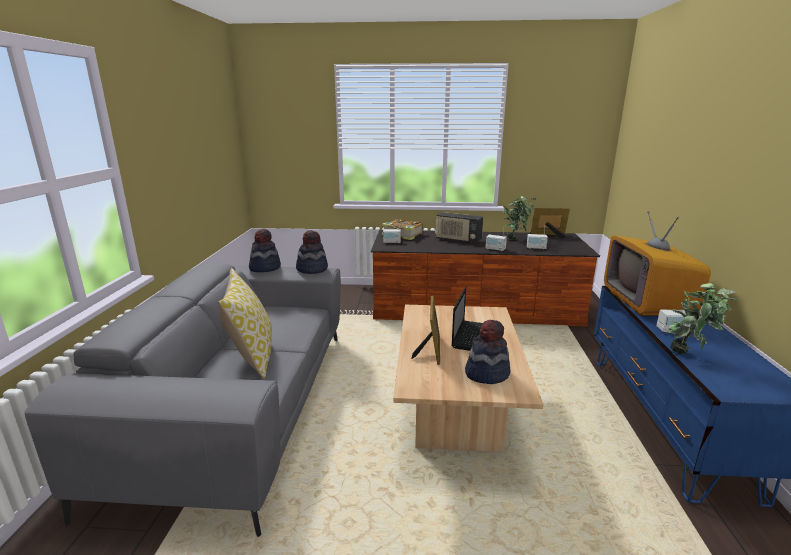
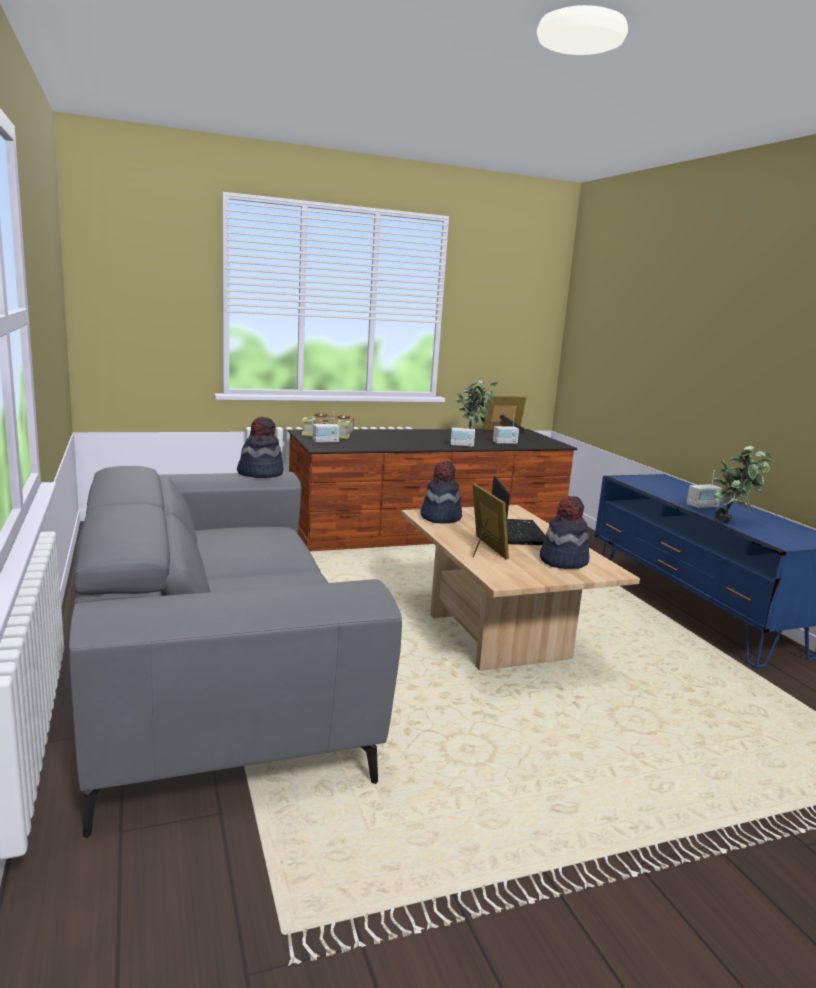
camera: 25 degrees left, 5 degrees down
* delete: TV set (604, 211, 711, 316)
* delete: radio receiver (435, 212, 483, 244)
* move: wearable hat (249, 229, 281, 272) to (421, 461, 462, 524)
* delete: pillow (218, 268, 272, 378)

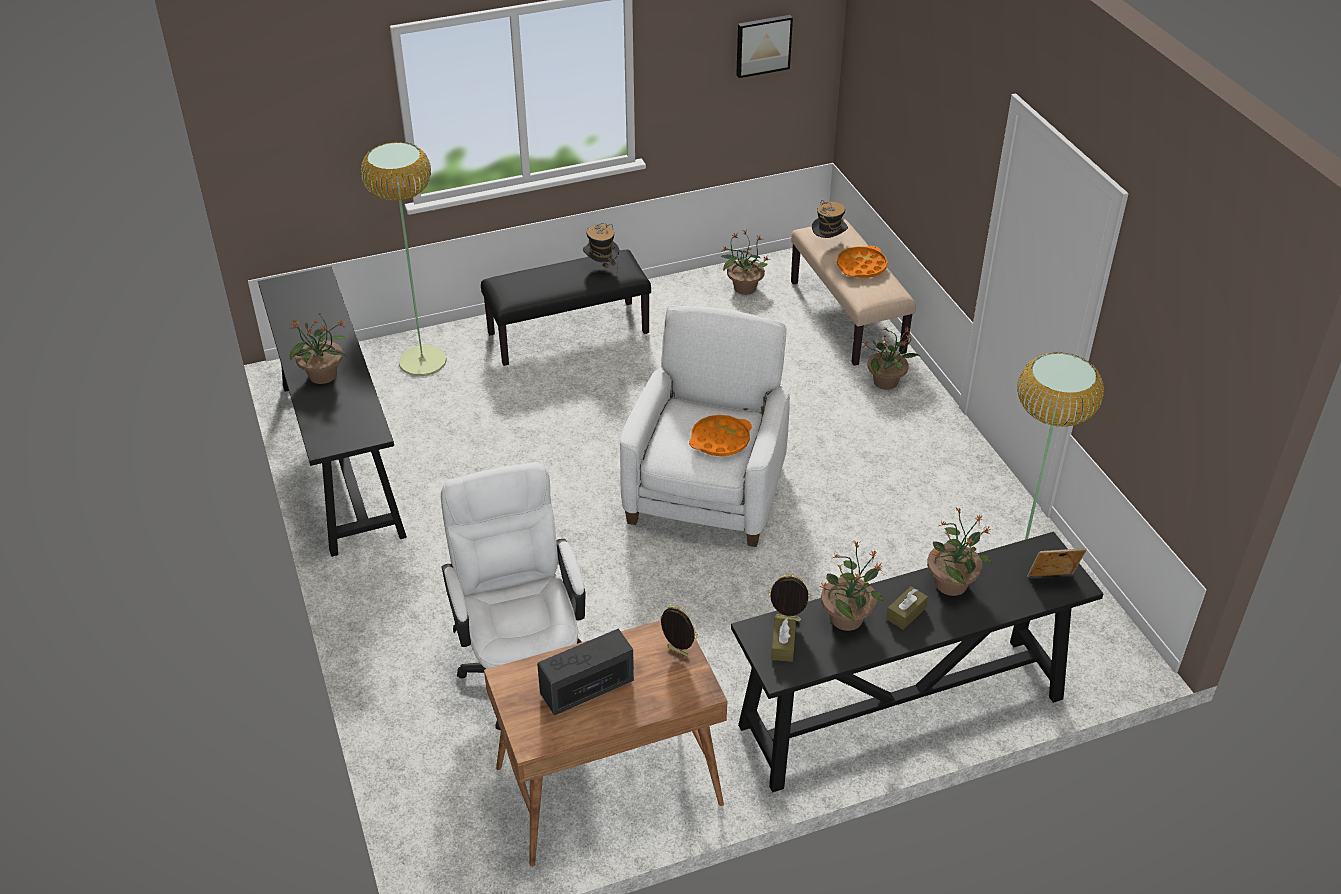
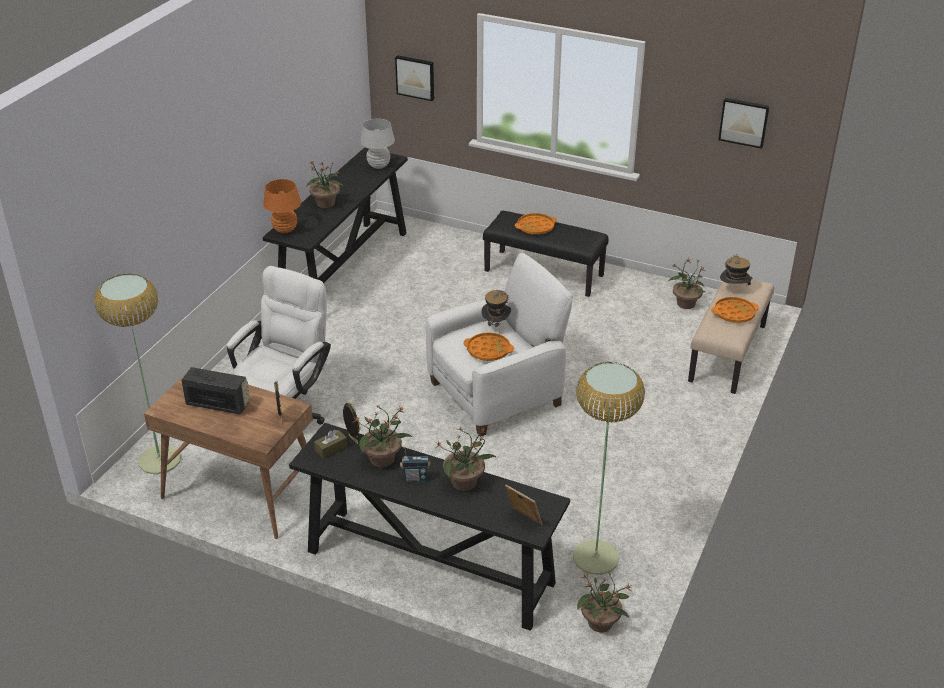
camera: 45 degrees right, 5 degrees down
* move: standard lamp (361, 141, 447, 376) to (94, 274, 181, 475)
* move: wearable hat (583, 223, 619, 268) to (481, 290, 511, 334)
* move: plant in a pot (862, 327, 920, 390) to (577, 572, 632, 633)
* replace: brown-coloured box of tissues (886, 586, 928, 630) to radio receiver (400, 447, 431, 482)
* insert: wall picture (395, 55, 434, 101)
* insert: white tabletop lamp (360, 119, 395, 169)
* insert: orange tabletop lamp (263, 179, 301, 233)
* insert: orange tray (515, 213, 557, 235)

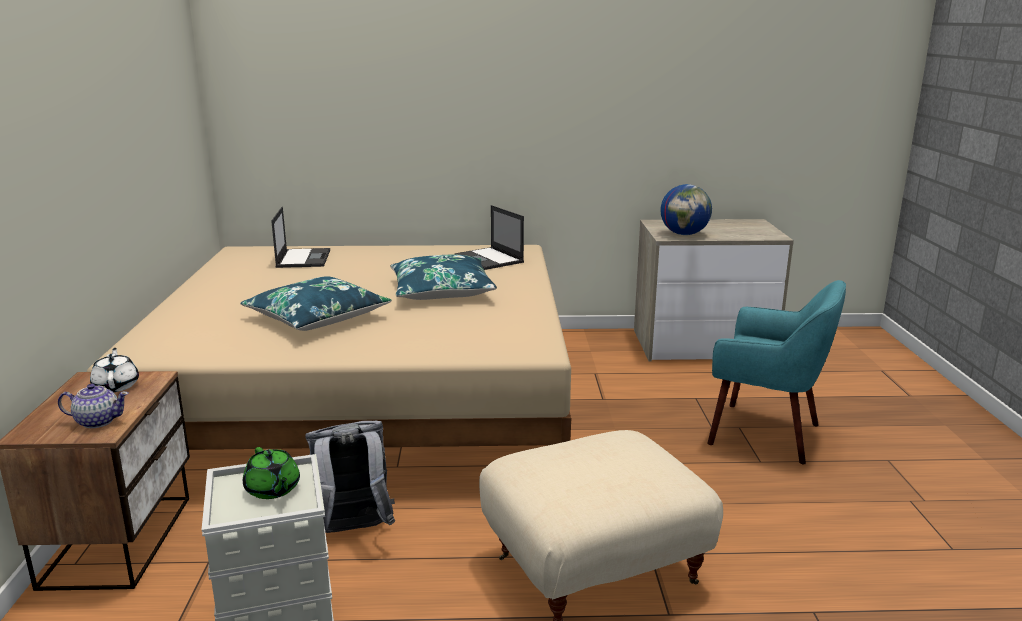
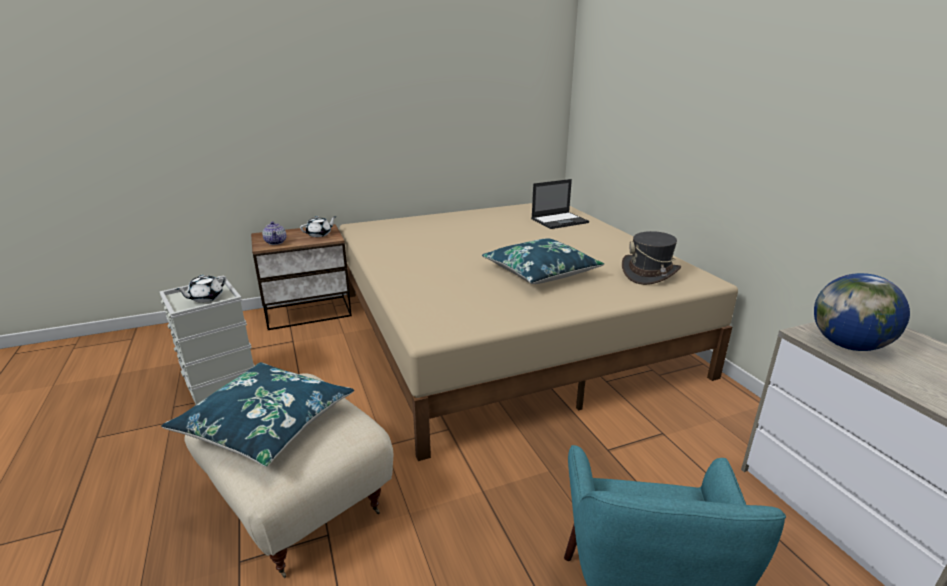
camera: 70 degrees right, 5 degrees up
* replace: laptop (454, 205, 524, 270) to grey wearable hat (622, 231, 681, 285)
* move: blue pillow (240, 276, 392, 331) to (161, 362, 354, 467)
* delete: grey knapsack (305, 421, 395, 533)
* recolor: green teapot (243, 447, 300, 499) to white teapot (175, 275, 226, 303)

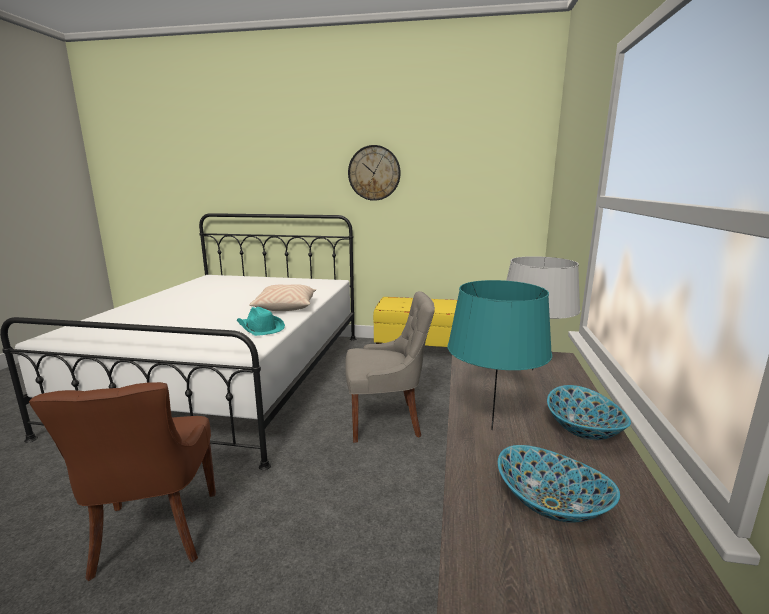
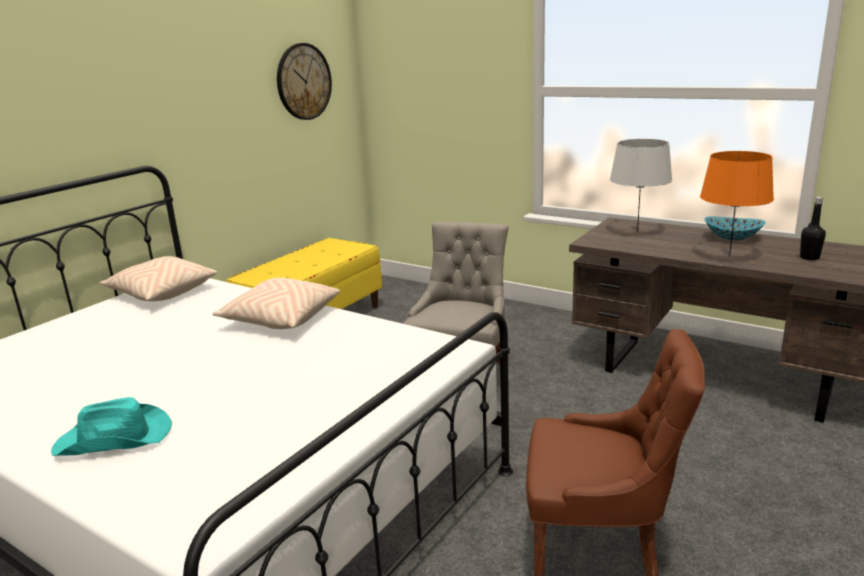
camera: 65 degrees left, 5 degrees up
* move: clock on the wall (348, 145, 401, 201) to (277, 43, 332, 120)
* recolor: turquoise-coloured tabletop lamp (447, 280, 552, 430) to orange tabletop lamp (700, 151, 774, 256)
* move: turquoise-coloured wearable hat (237, 307, 285, 336) to (51, 397, 172, 456)
* replace: deep dish (498, 445, 620, 523) to blackish drink bottle (800, 197, 826, 260)
* insert: sand-coloured pillow (99, 256, 217, 301)

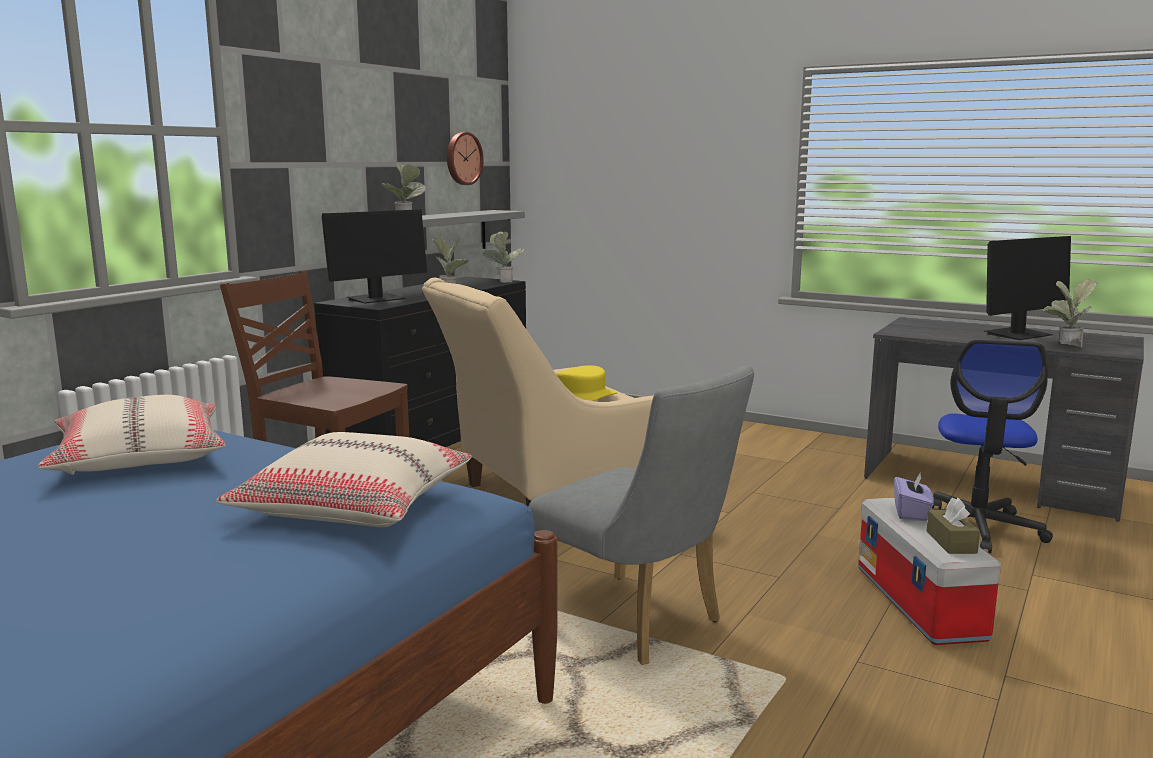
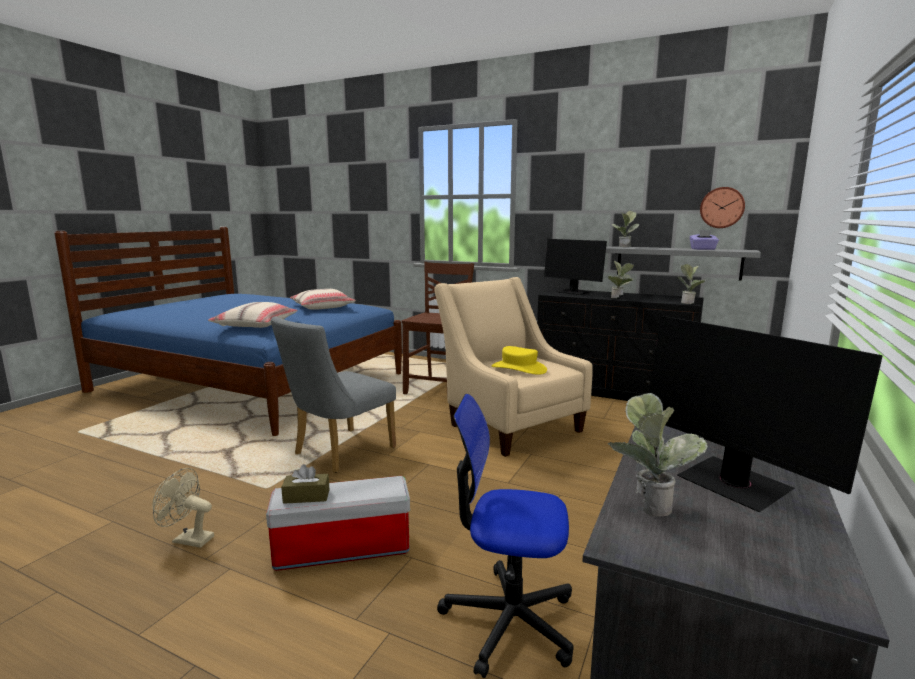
camera: 85 degrees right, 0 degrees up
* move: purplish box of tissues (894, 471, 934, 521) to (690, 230, 719, 250)
* insert: sand-coloured electric fan (152, 468, 214, 548)

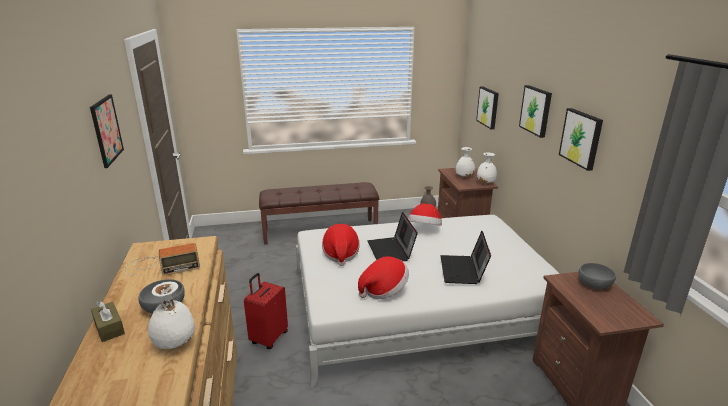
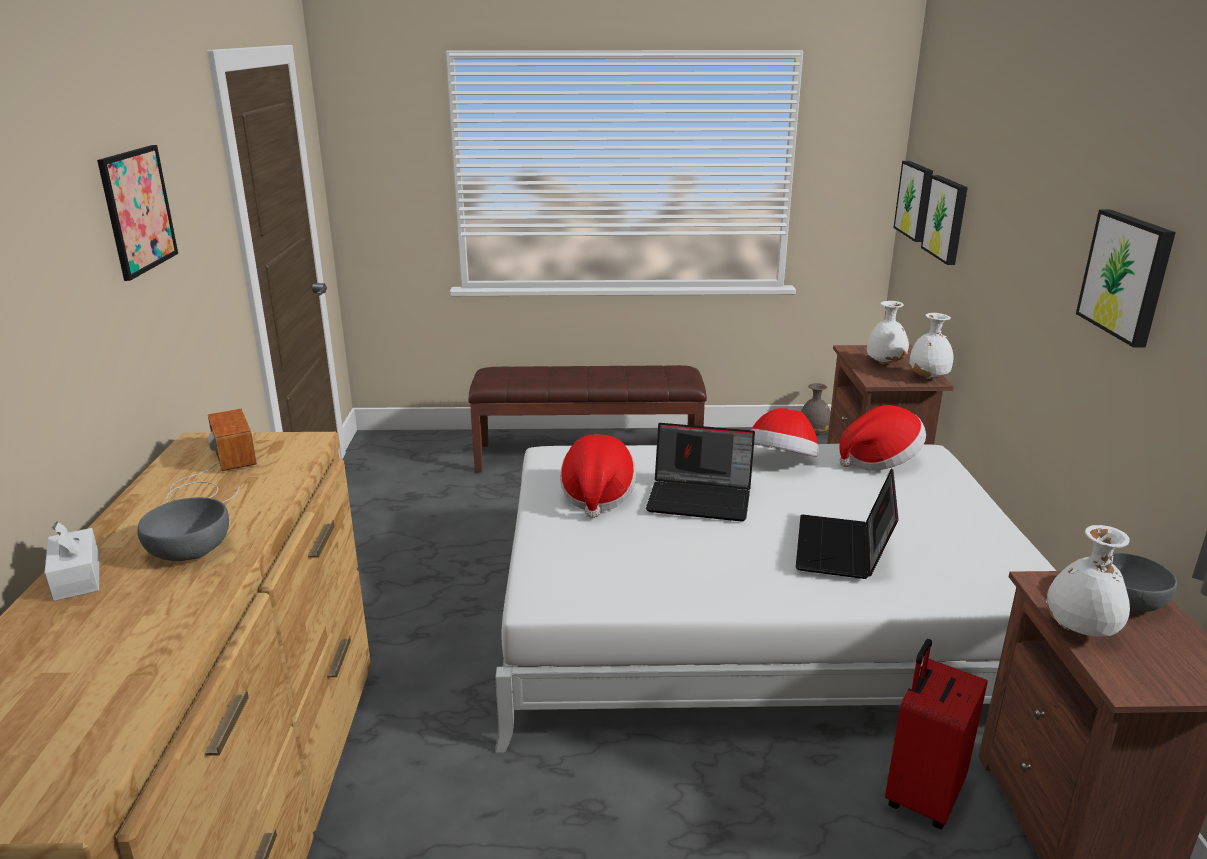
camera: 10 degrees right, 0 degrees up
* move: wall picture (519, 85, 552, 138) to (893, 161, 933, 242)
* rotate: laptop (367, 212, 418, 261) = (646, 423, 755, 522) 75 degrees counterclockwise
* rotate: radio receiver (125, 243, 200, 276) = (166, 409, 257, 503) 105 degrees counterclockwise
* move: wearable hat (358, 256, 409, 300) to (839, 405, 926, 471)
* move: red-coloured suitcase (244, 273, 288, 349) to (885, 639, 988, 829)
* move: white vase (148, 282, 195, 349) to (1045, 525, 1130, 637)
* recolor: brown-coloured box of tissues (91, 301, 125, 342) to white box of tissues (44, 522, 99, 601)

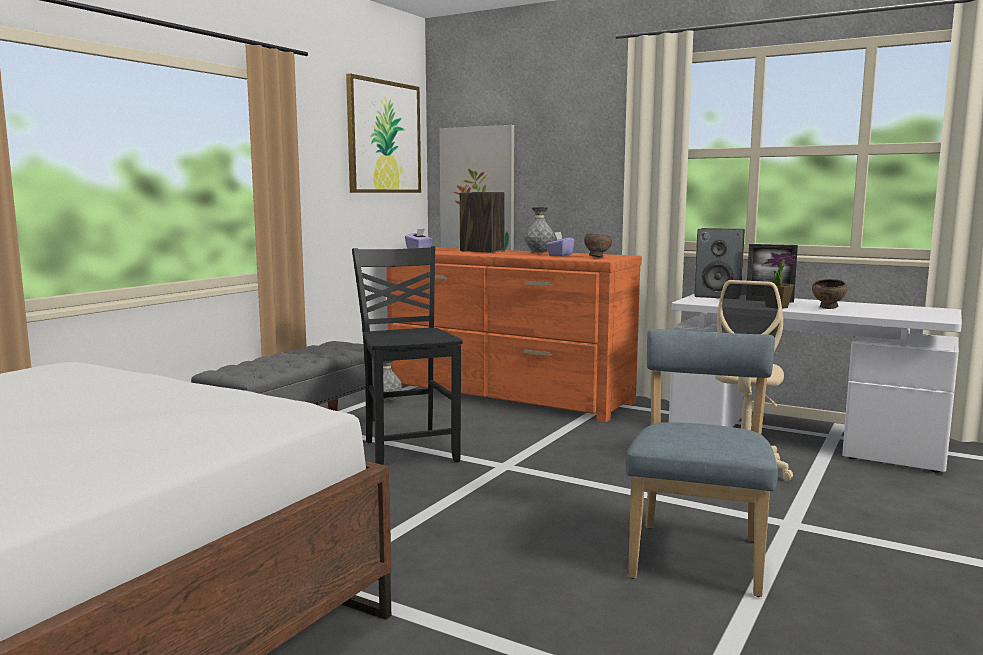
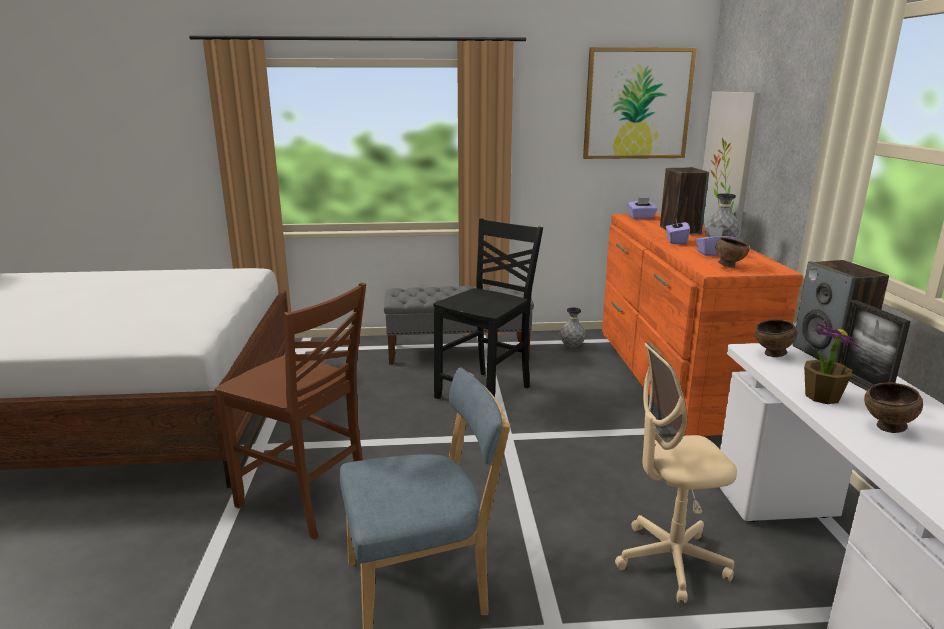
camera: 55 degrees right, 10 degrees up
* insert: purplish box of tissues (666, 218, 690, 244)
* insert: brown-coloured chair (215, 283, 366, 540)
* insert: brown-coloured deep dish (754, 319, 797, 357)

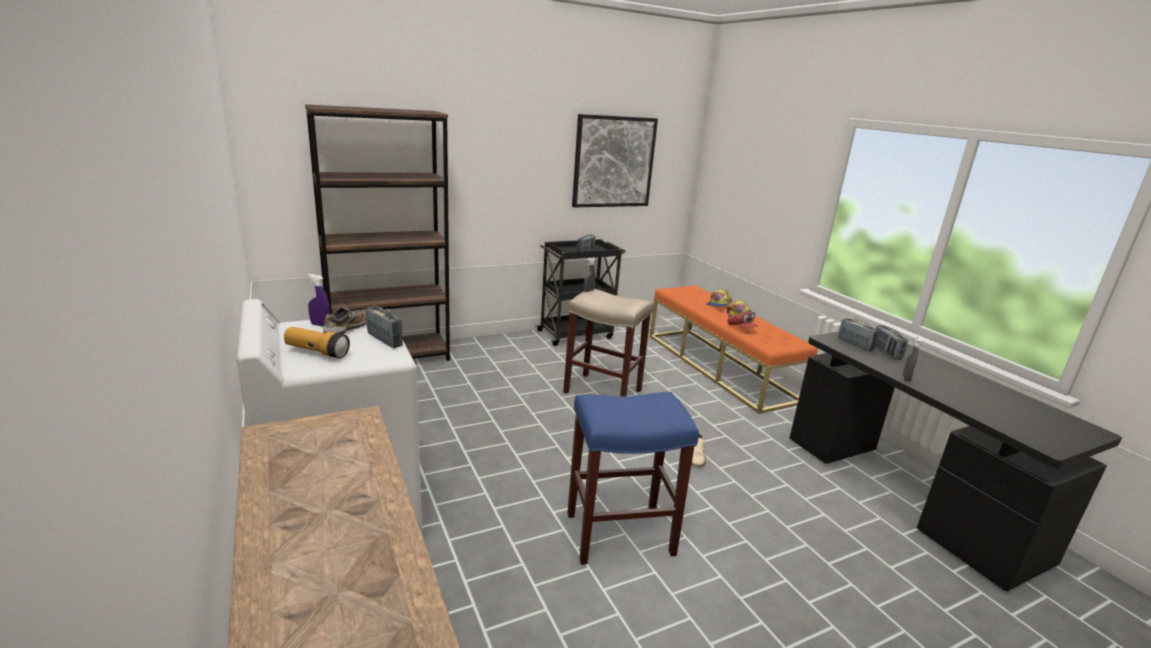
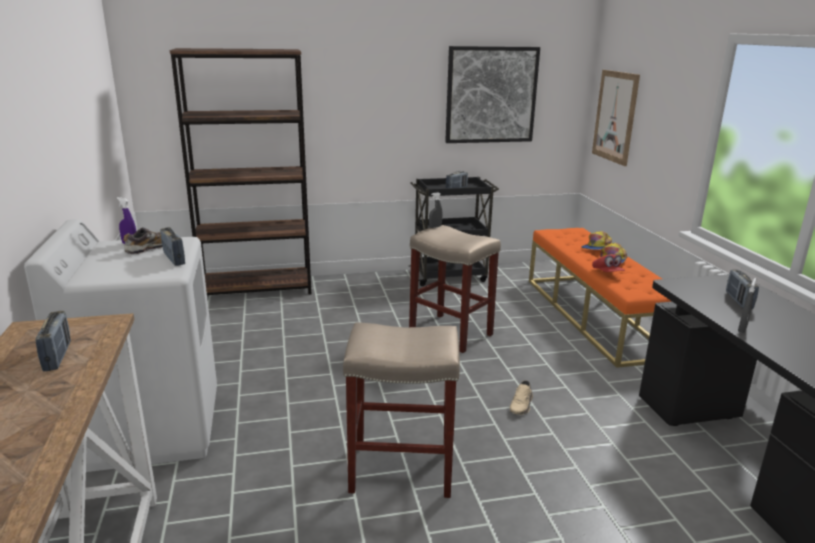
camera: 15 degrees right, 0 degrees up
* move: radio receiver (838, 318, 879, 351) to (35, 311, 71, 371)
* delete: hand torch (284, 327, 350, 358)
* recolor: blue stool (567, 392, 699, 565) to sand-coloured stool (343, 322, 460, 498)
* insert: wall picture (592, 70, 640, 166)

